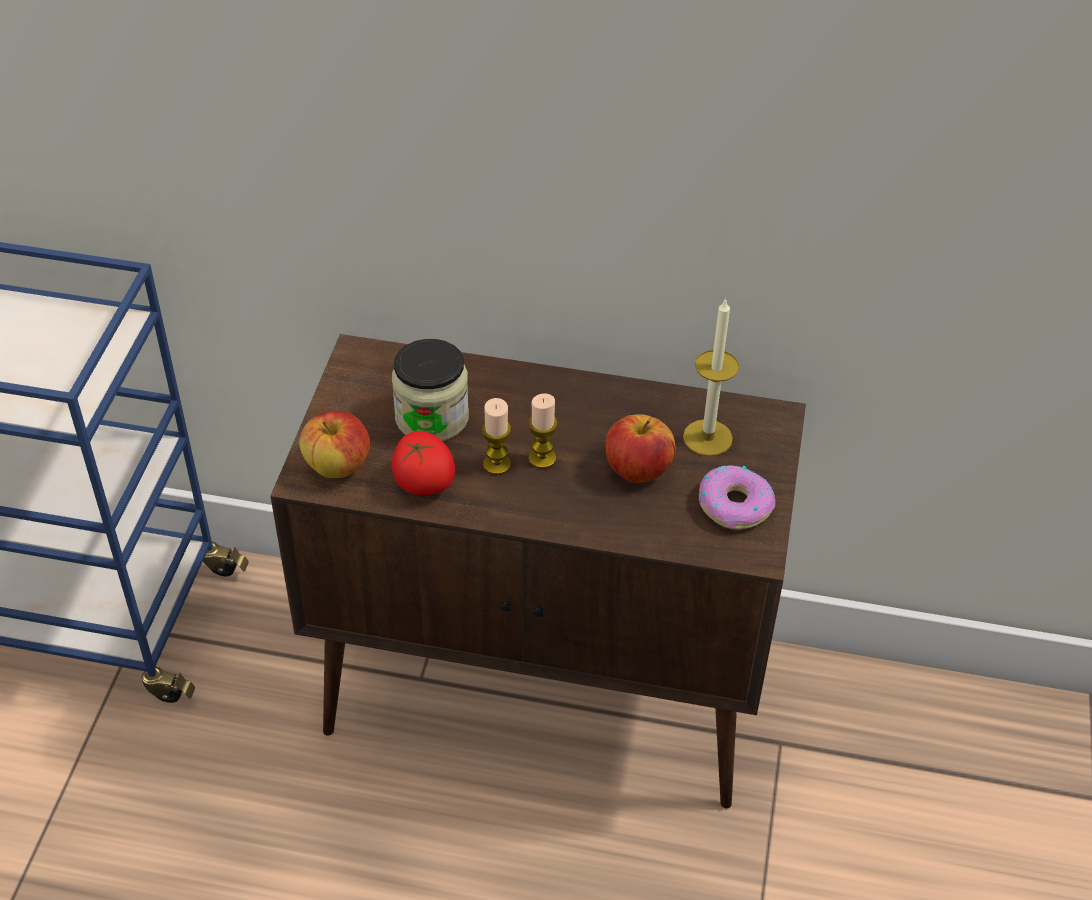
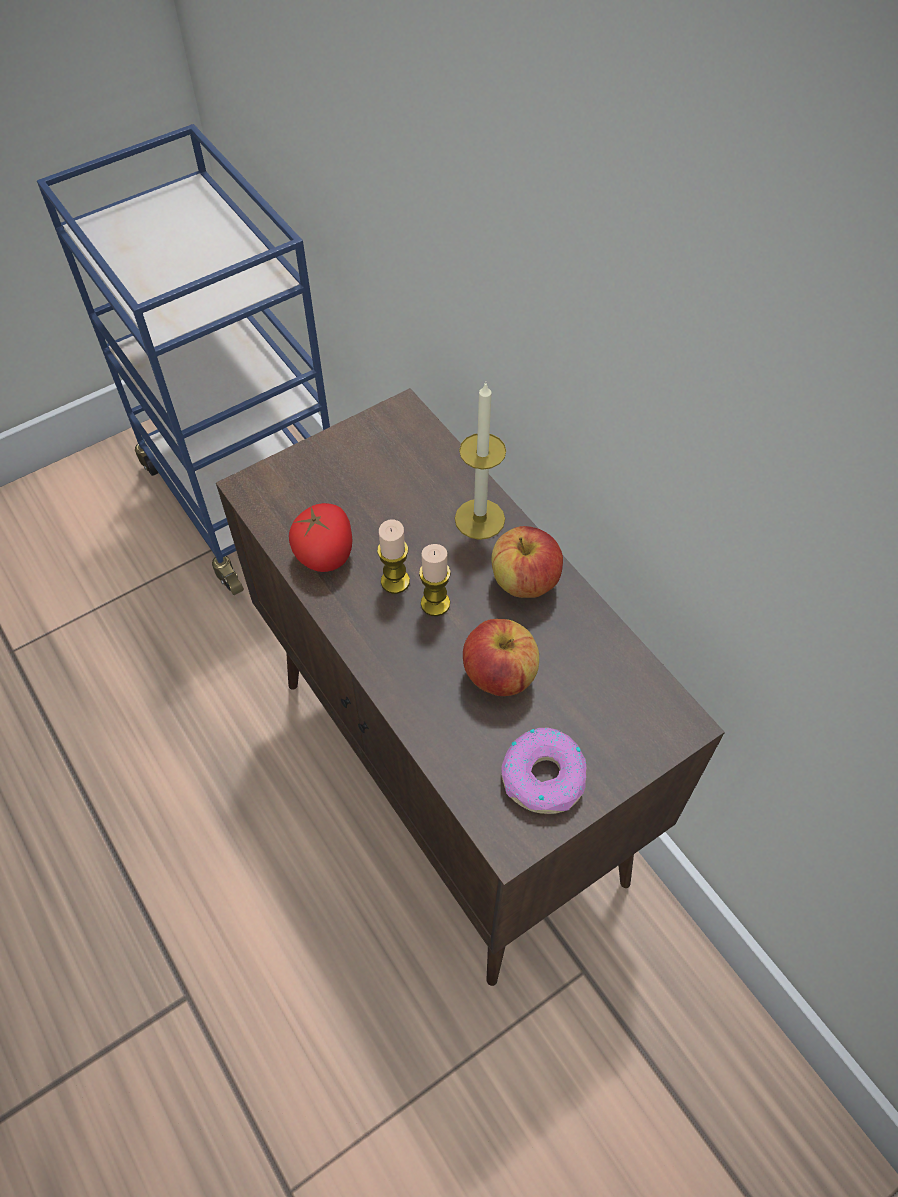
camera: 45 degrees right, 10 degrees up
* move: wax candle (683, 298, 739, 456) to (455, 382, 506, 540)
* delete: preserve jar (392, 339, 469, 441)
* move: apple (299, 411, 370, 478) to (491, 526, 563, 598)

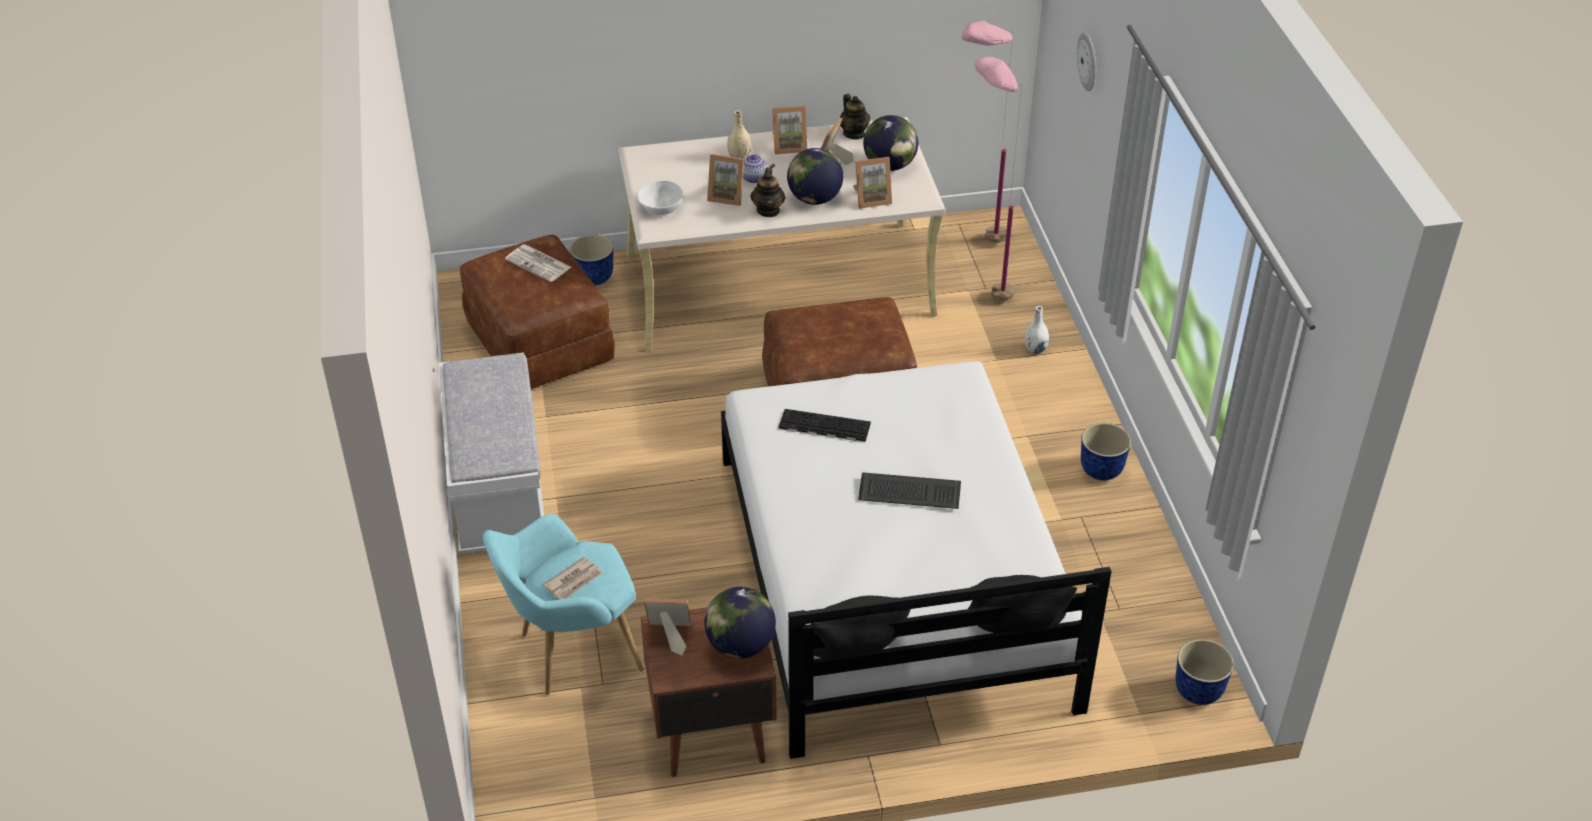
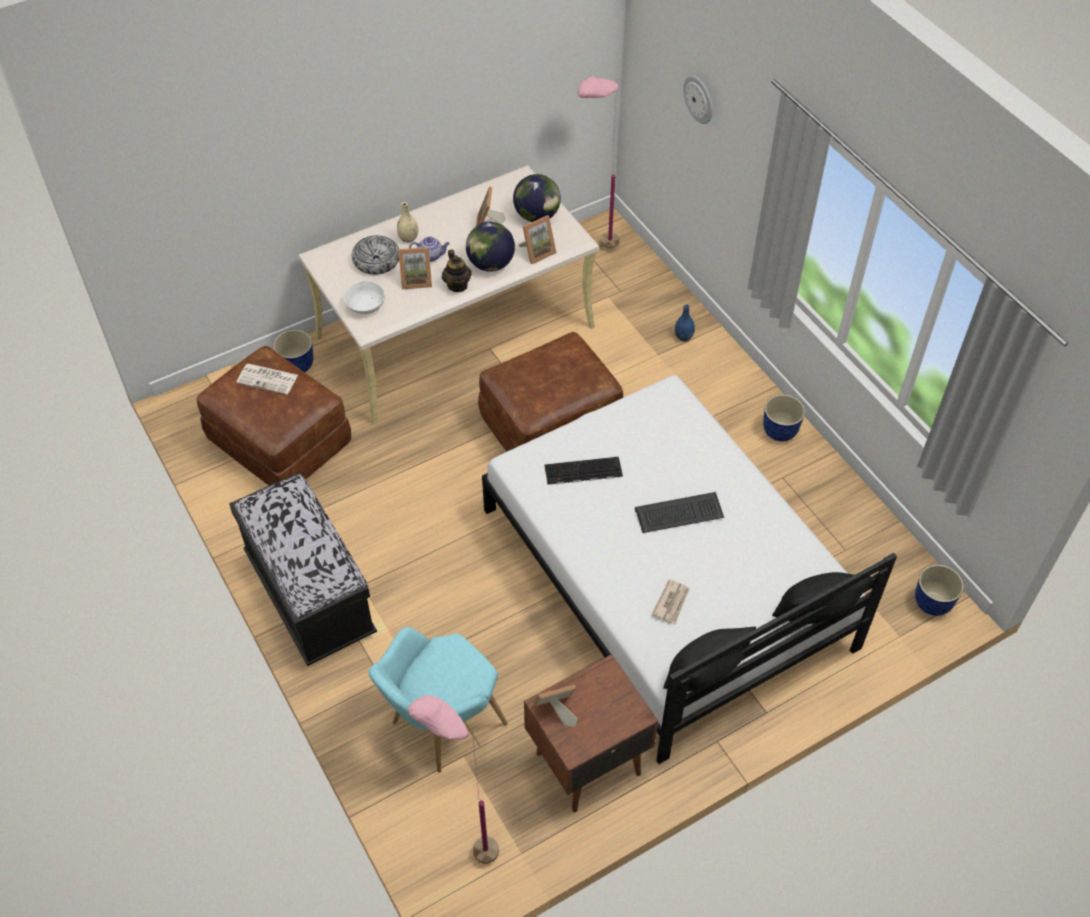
camera: 20 degrees left, 10 degrees up
* move: pink standard lamp (975, 57, 1022, 301) to (408, 695, 499, 864)
* delete: teapot (840, 94, 870, 140)
* delete: picture frame (772, 106, 807, 154)
* recolor: white vase (1025, 306, 1049, 354) to blue vase (675, 305, 695, 341)
* recolor: white indoor bench (439, 353, 544, 554) to blackish indoor bench (229, 473, 377, 666)
* move: printed paper (543, 557, 603, 599) to (652, 579, 690, 623)
* delete: world globe (704, 587, 776, 659)
* insert: deep dish (352, 235, 399, 275)

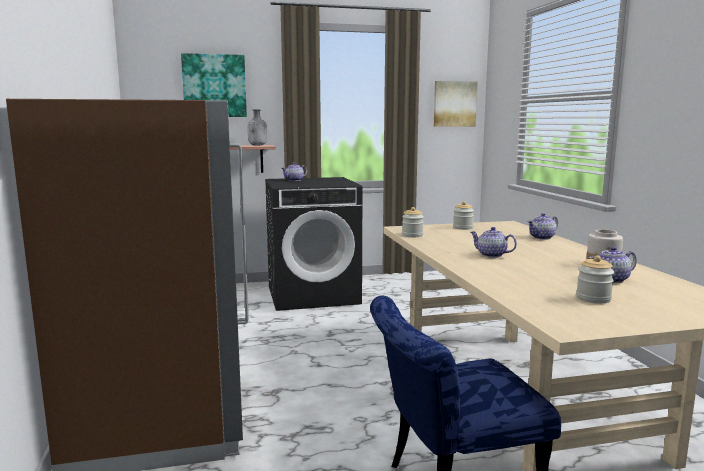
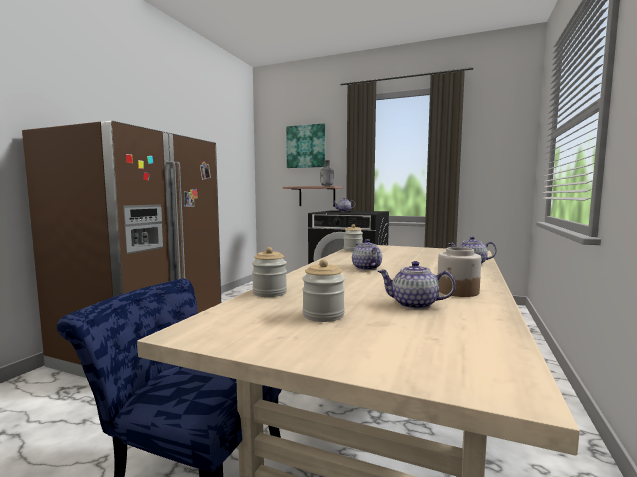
camera: 35 degrees right, 5 degrees down
* delete: wall picture (434, 81, 478, 127)
* move: preserve jar (453, 201, 474, 230) to (252, 247, 287, 297)

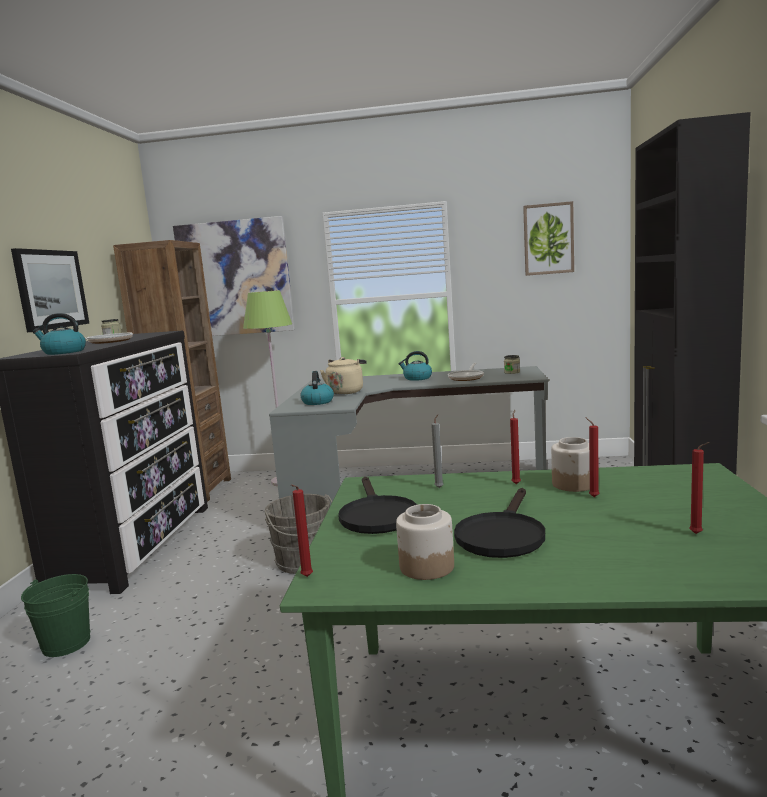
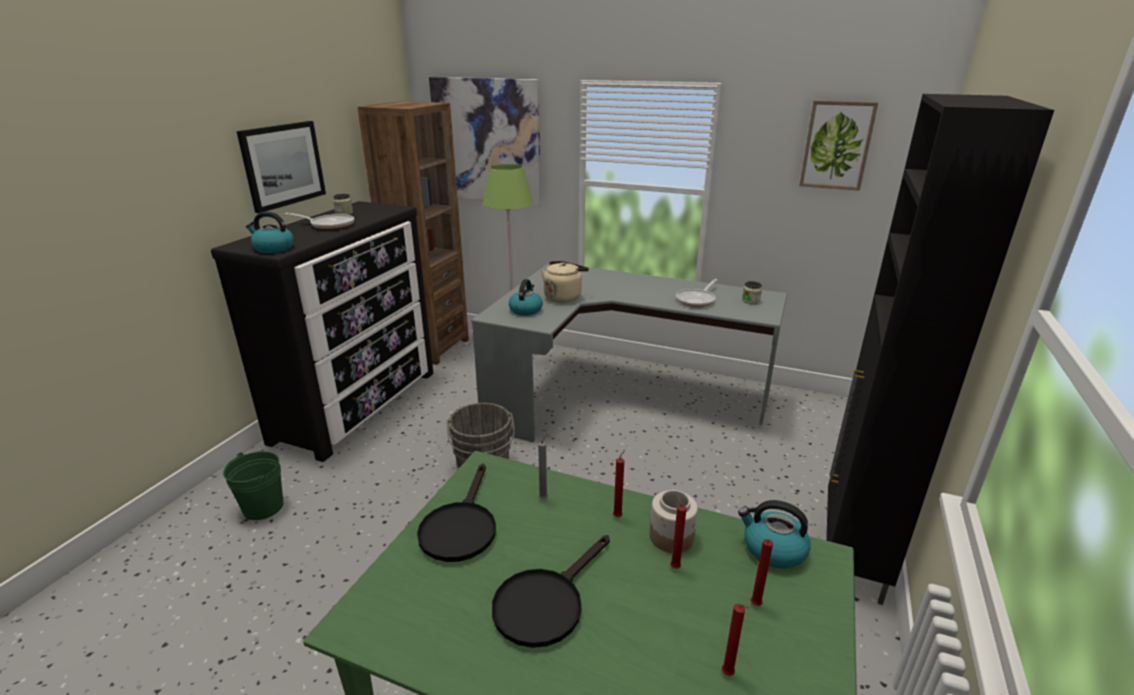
camera: 15 degrees right, 15 degrees up
* move: kettle (398, 351, 432, 381) to (738, 500, 811, 569)
* move: red-coloured wax candle (291, 484, 313, 577) to (751, 539, 773, 606)
* delete: preserve jar (396, 504, 454, 580)

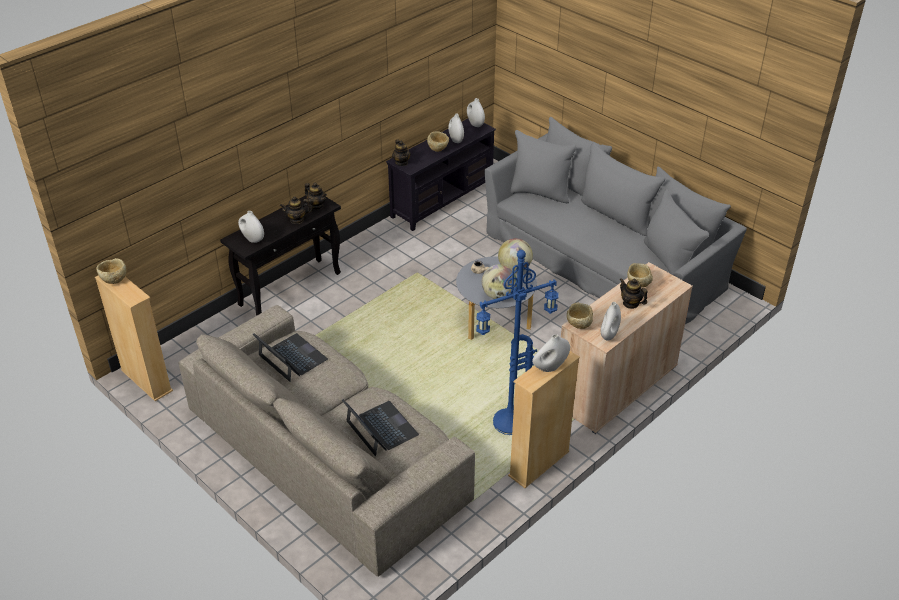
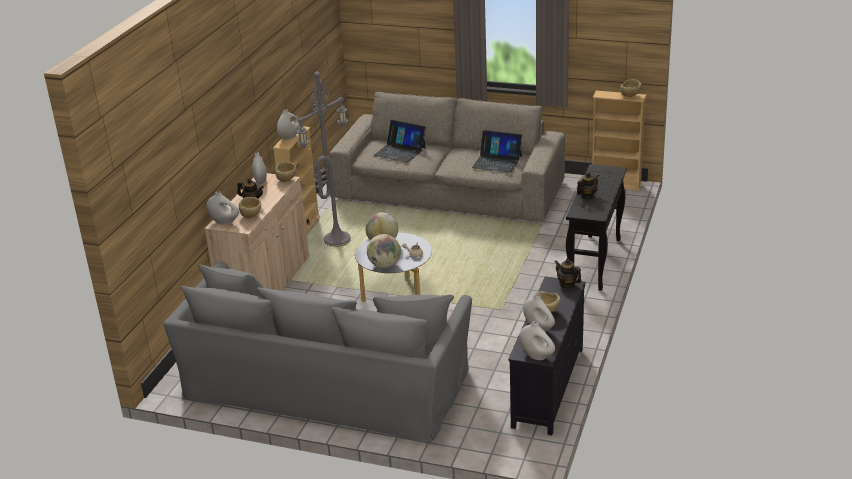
camera: 155 degrees right, 10 degrees down
* delete: teapot (304, 183, 327, 209)
* move: white vase (238, 211, 264, 243) to (206, 192, 239, 225)
* recolor: blue standard lamp (476, 250, 558, 435) to grey standard lamp (296, 72, 351, 247)

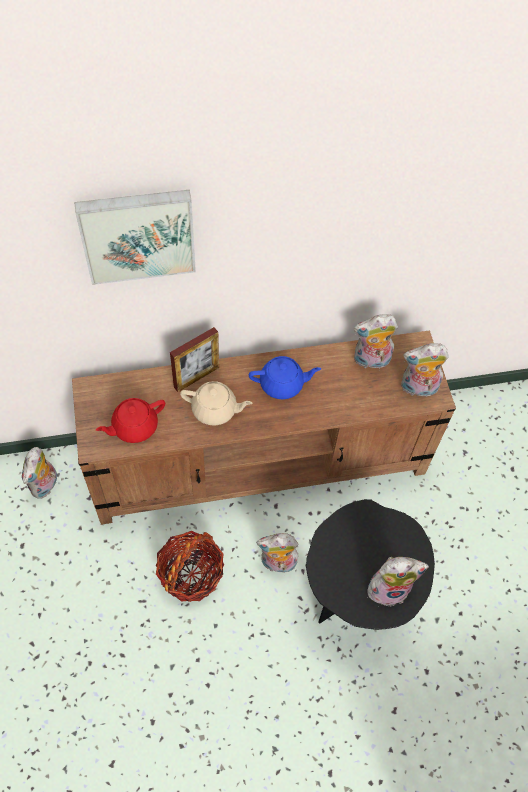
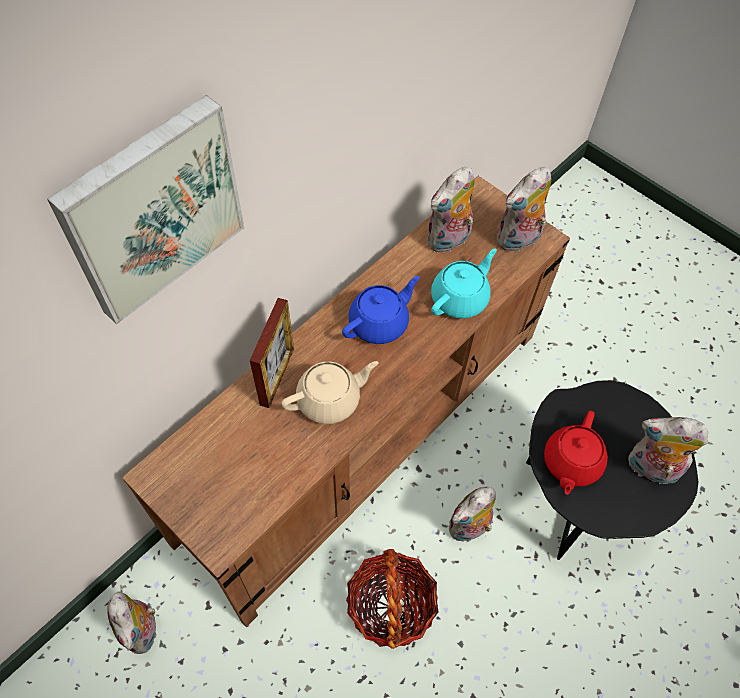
camera: 35 degrees left, 0 degrees up
* move: red-coloured teapot (96, 398, 165, 443) to (544, 411, 608, 495)
* rotate: plush toy (367, 557, 429, 607) = (628, 417, 709, 488) 120 degrees counterclockwise
* insert: turquoise-coloured teapot (431, 248, 497, 319)

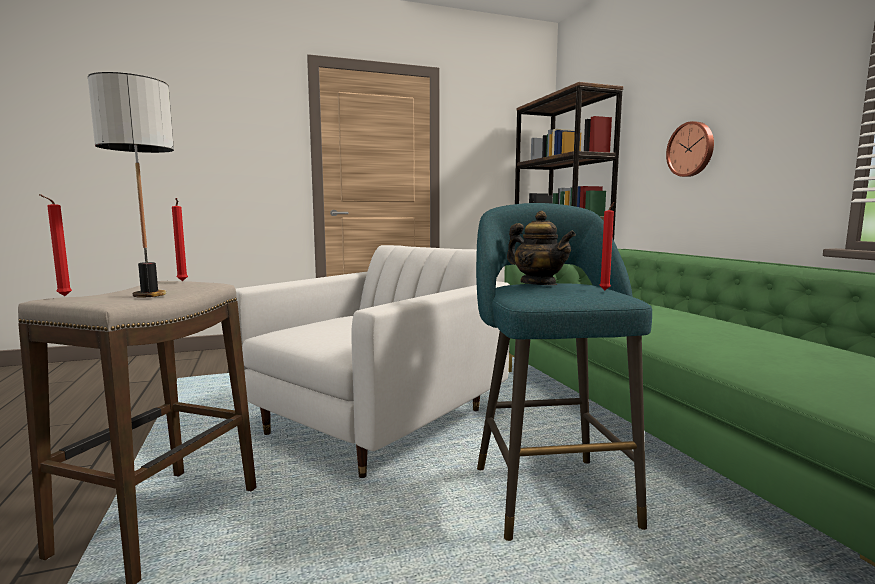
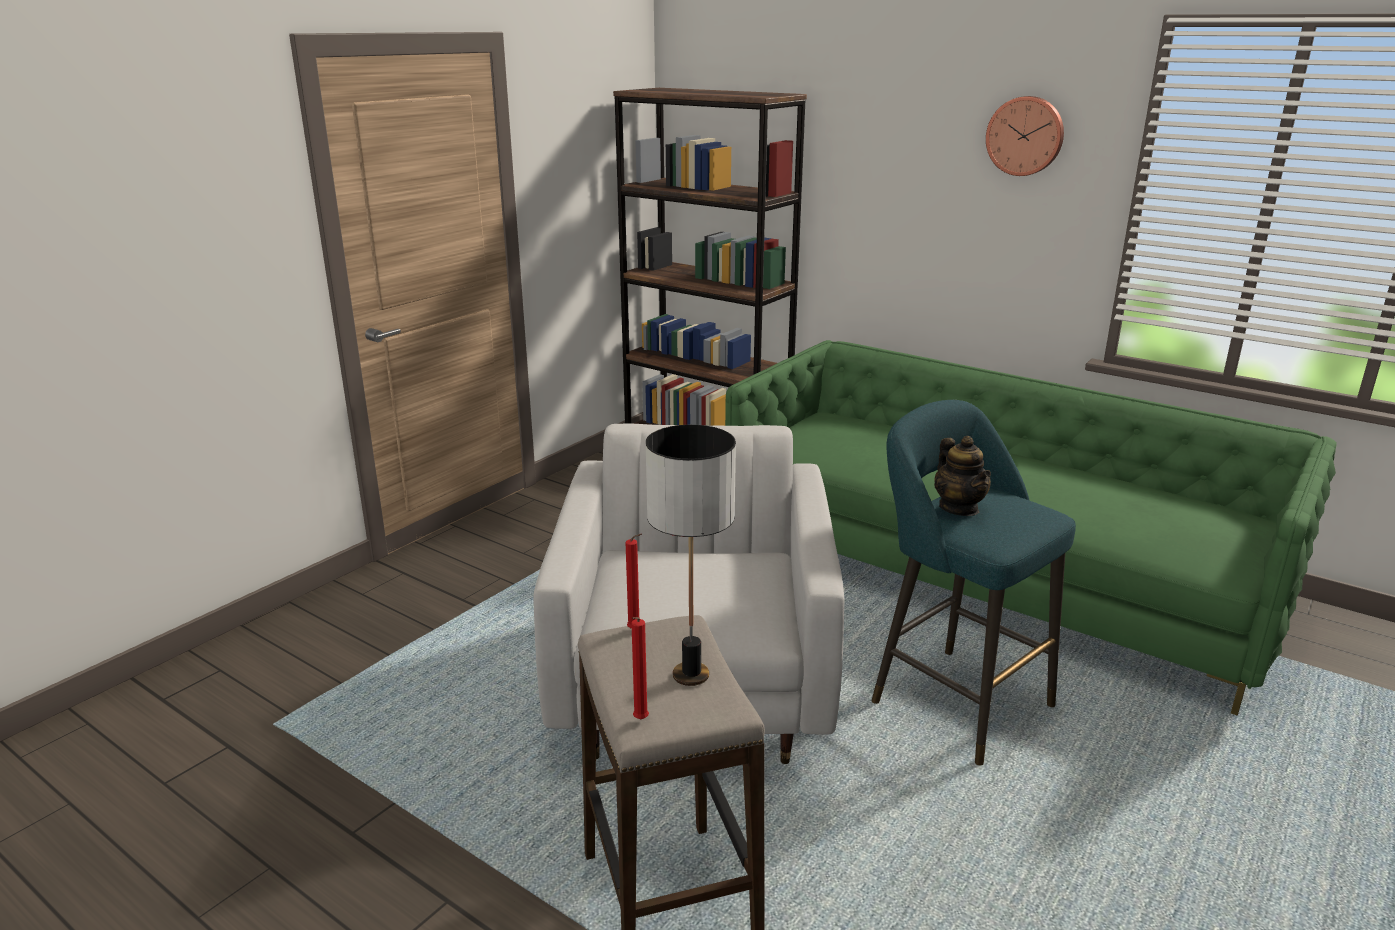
camera: 35 degrees left, 15 degrees up
* move: clock on the wall (666, 121, 714, 177) to (986, 96, 1064, 176)
* delete: red-coloured wax candle (599, 202, 615, 290)
* rotate: teapot (507, 211, 576, 285) = (934, 436, 991, 516) 60 degrees clockwise

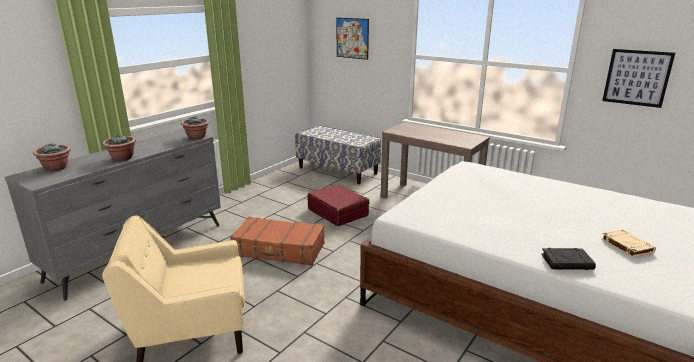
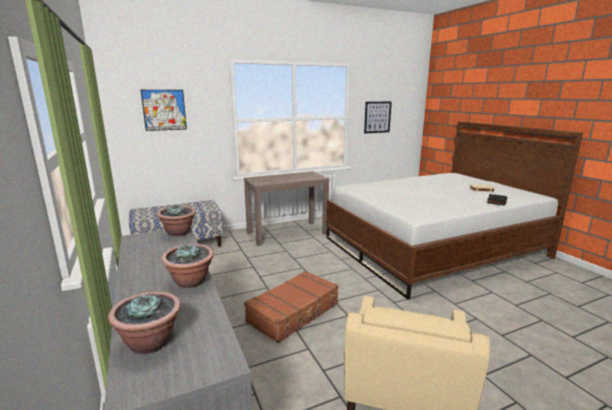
camera: 60 degrees left, 5 degrees down
* delete: red-coloured suitcase (307, 184, 369, 226)

